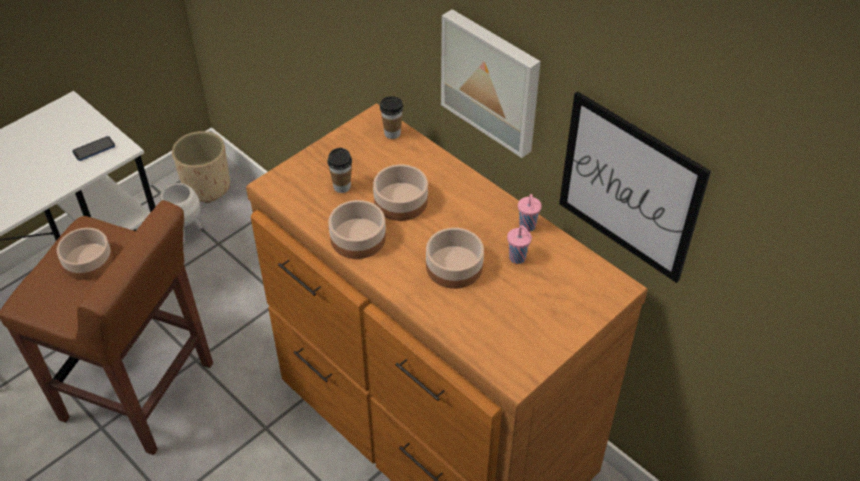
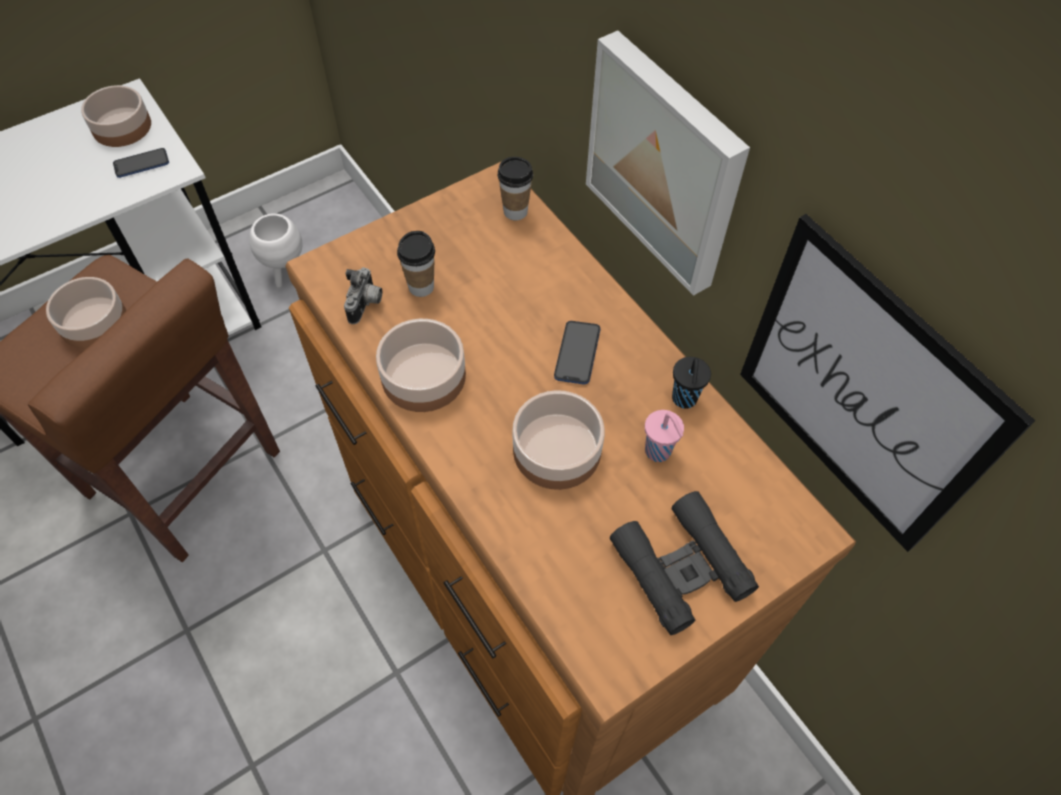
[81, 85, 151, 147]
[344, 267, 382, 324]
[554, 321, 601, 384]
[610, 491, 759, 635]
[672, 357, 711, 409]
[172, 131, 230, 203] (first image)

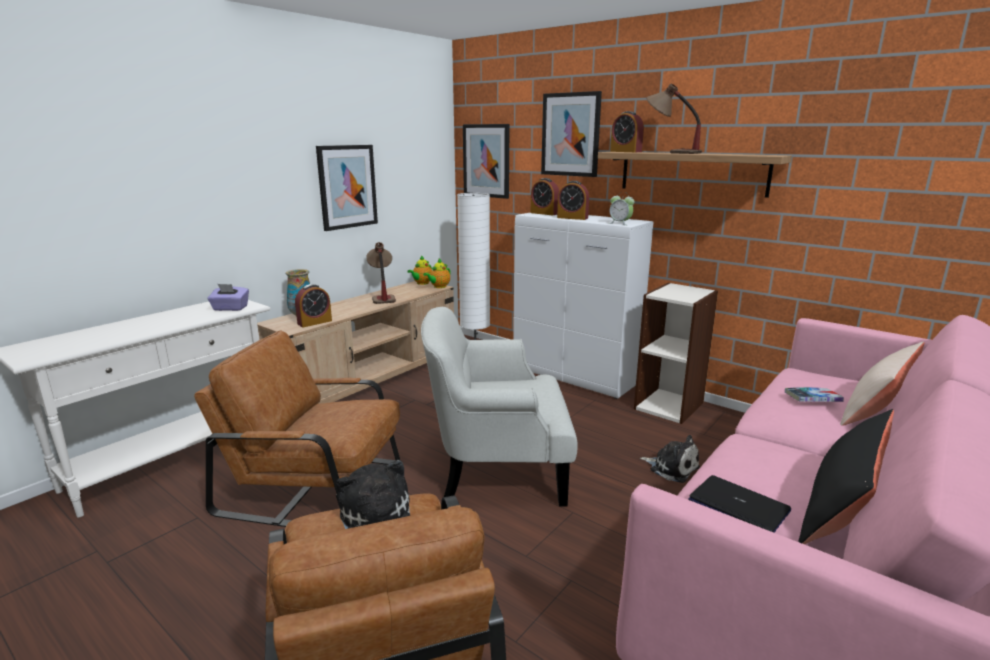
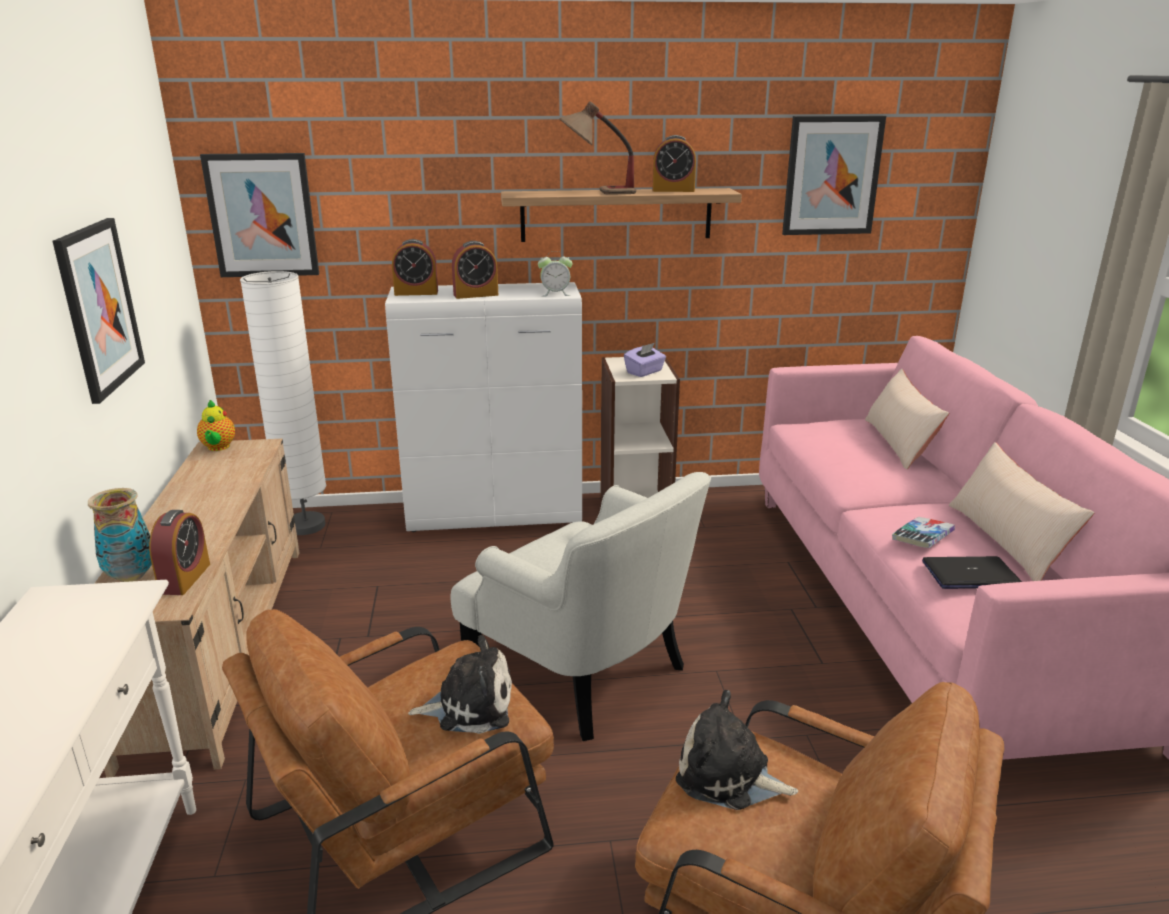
[408, 635, 512, 734]
[451, 472, 711, 741]
[624, 343, 666, 377]
[653, 135, 696, 192]
[782, 116, 886, 235]
[892, 517, 955, 548]
[949, 442, 1095, 581]
[366, 242, 396, 304] (first image)
[423, 259, 450, 288] (first image)

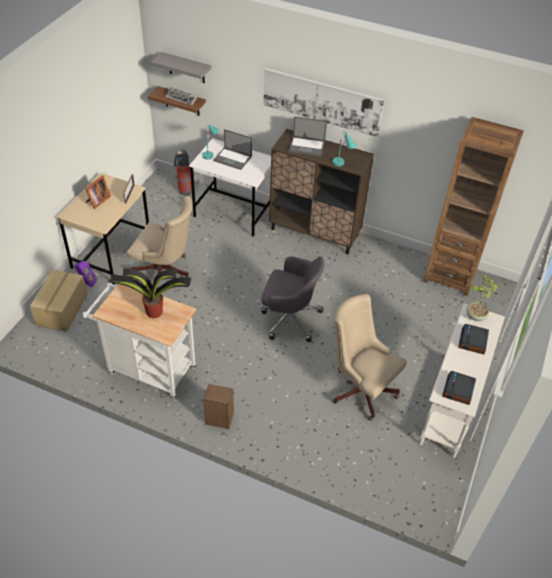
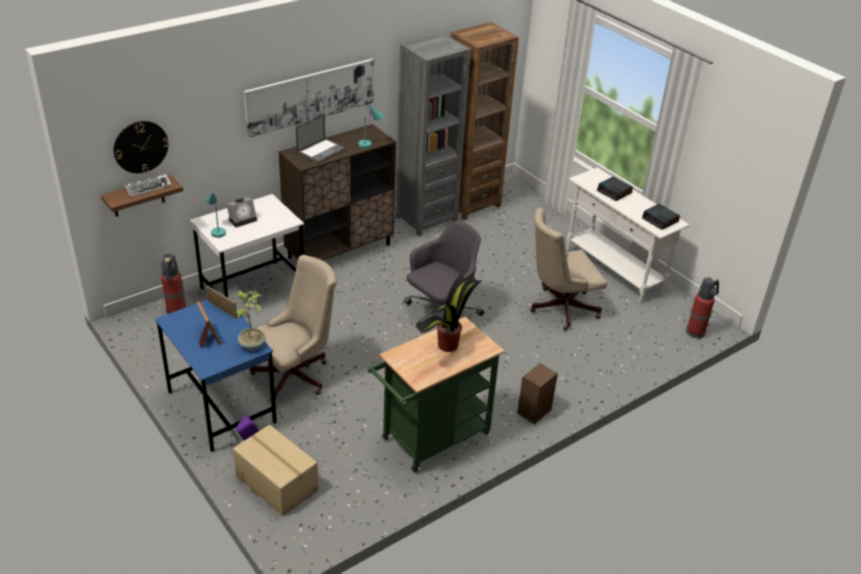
[114, 121, 169, 173]
[155, 294, 277, 452]
[227, 197, 257, 227]
[234, 290, 266, 351]
[368, 317, 504, 472]
[395, 33, 471, 236]
[686, 277, 719, 339]

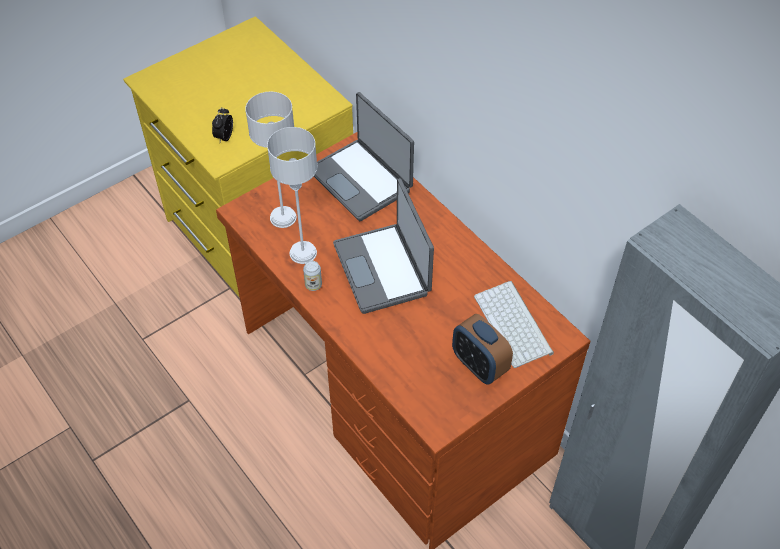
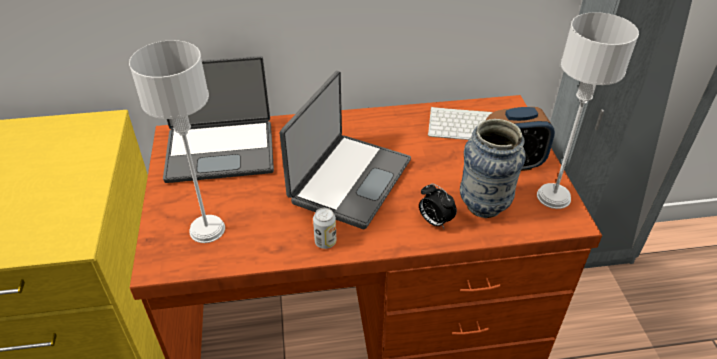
[280, 71, 411, 229]
[419, 183, 457, 228]
[460, 119, 526, 218]
[537, 12, 639, 209]

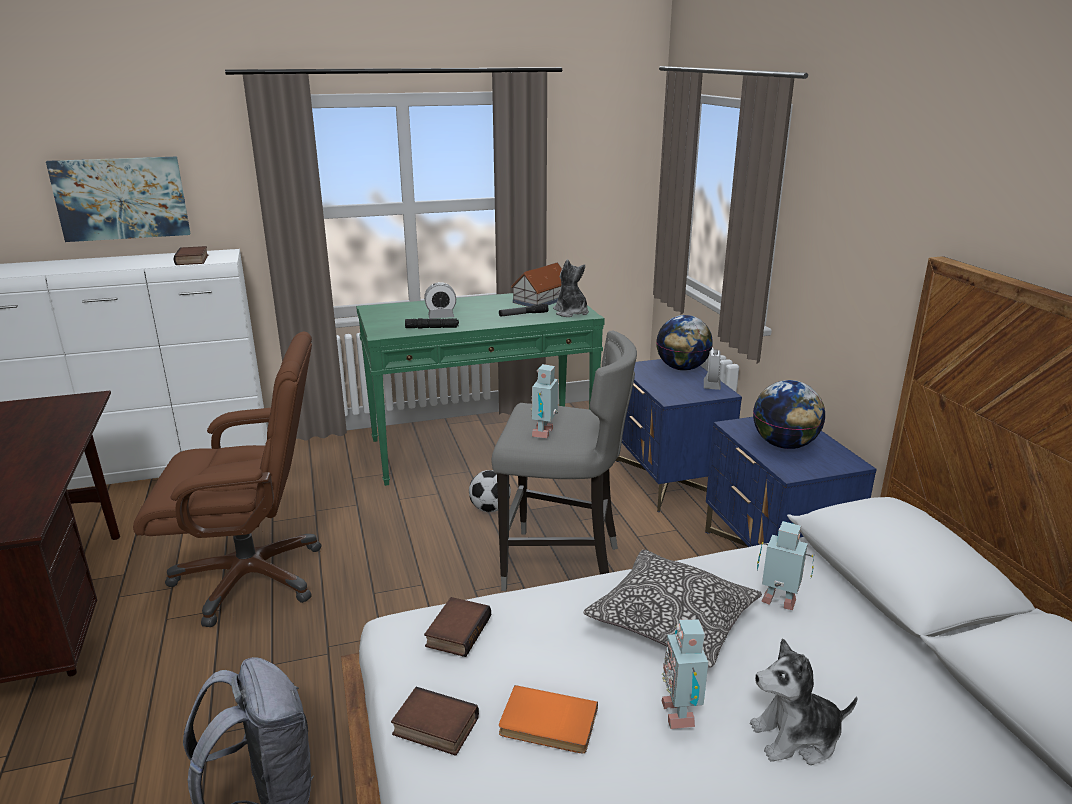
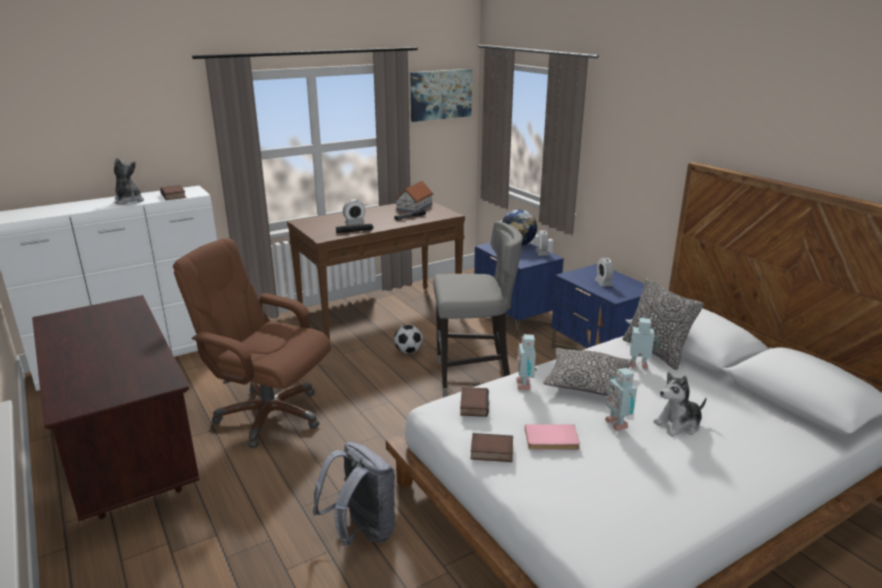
[114, 158, 144, 205]
[173, 238, 331, 448]
[287, 201, 465, 342]
[410, 69, 472, 122]
[516, 334, 537, 390]
[525, 424, 580, 450]
[595, 257, 613, 287]
[623, 278, 704, 370]

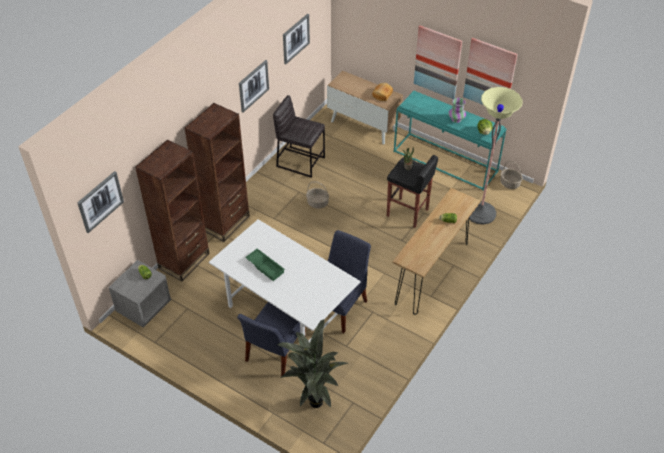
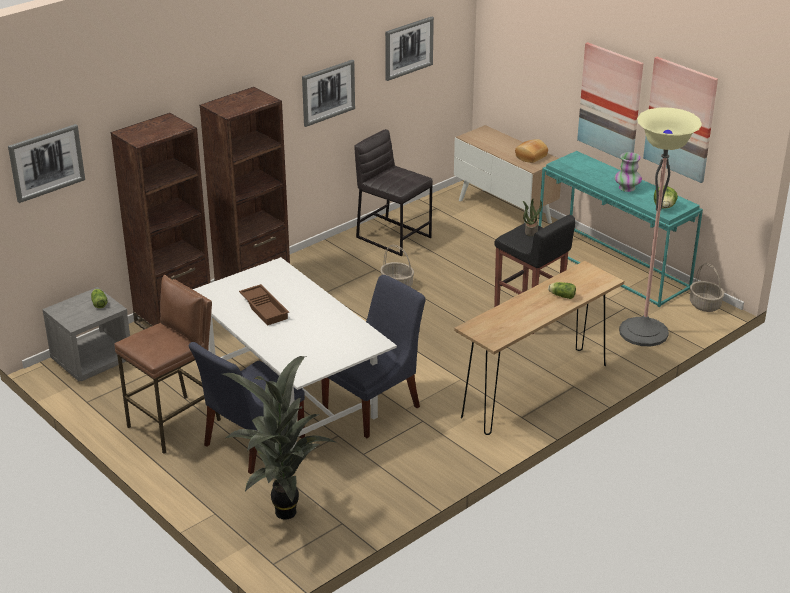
[115, 275, 221, 454]
[239, 284, 289, 326]

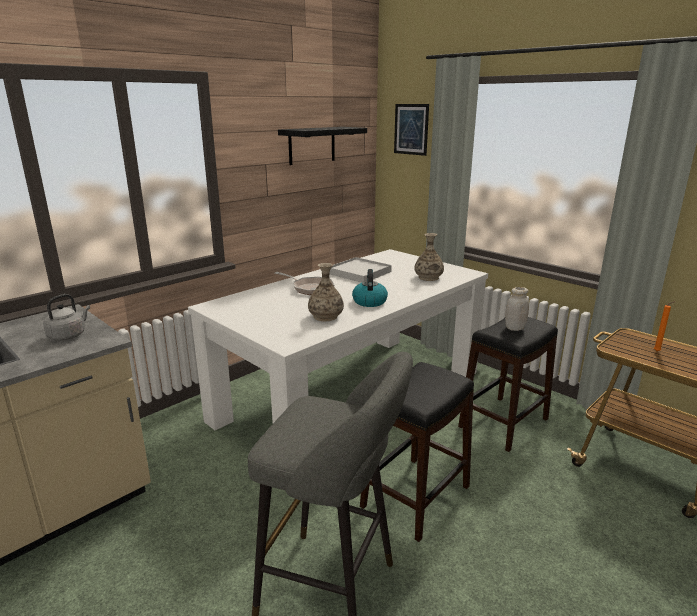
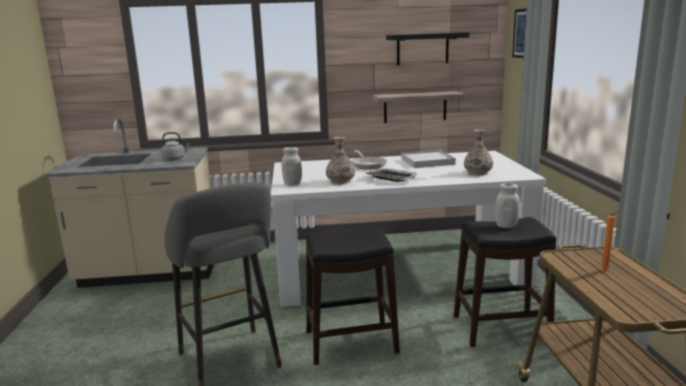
[282, 147, 302, 185]
[365, 169, 417, 182]
[373, 91, 465, 123]

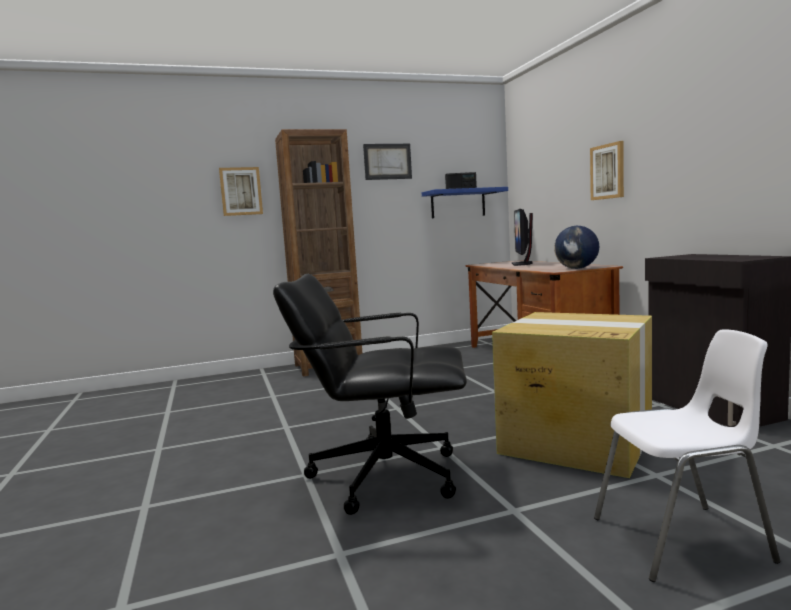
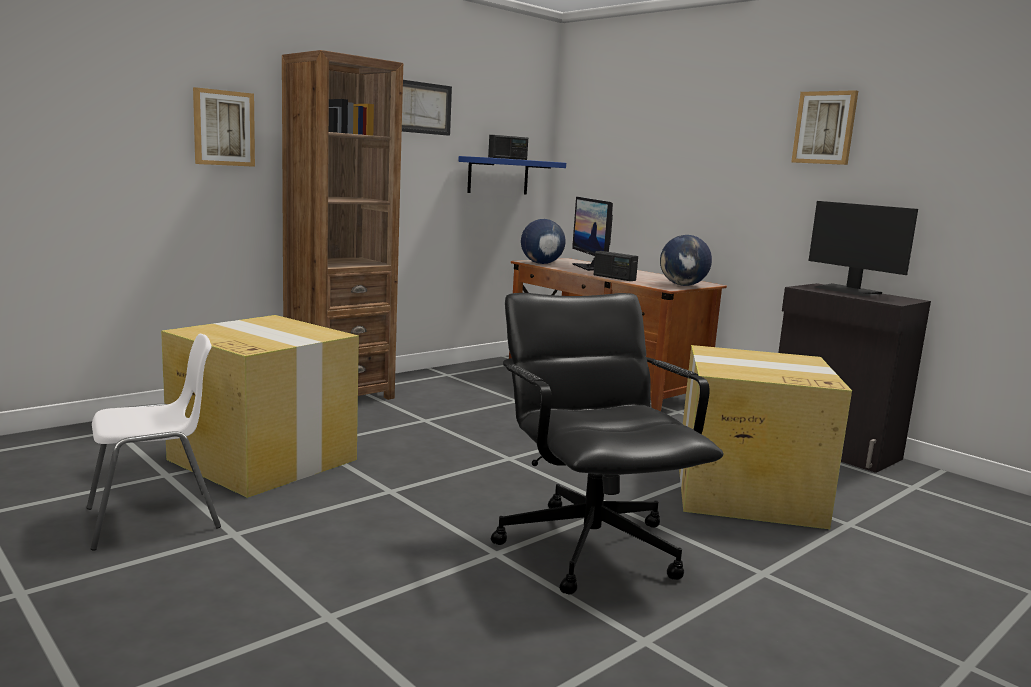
[87, 334, 221, 551]
[161, 315, 359, 498]
[491, 293, 724, 594]
[521, 219, 565, 264]
[594, 251, 638, 281]
[791, 90, 858, 165]
[809, 201, 918, 296]

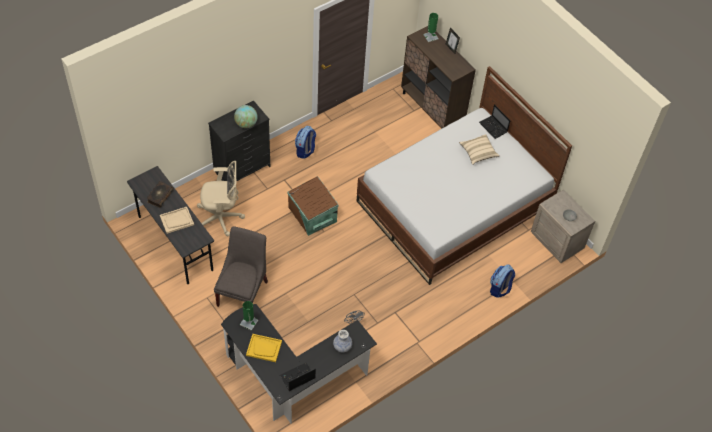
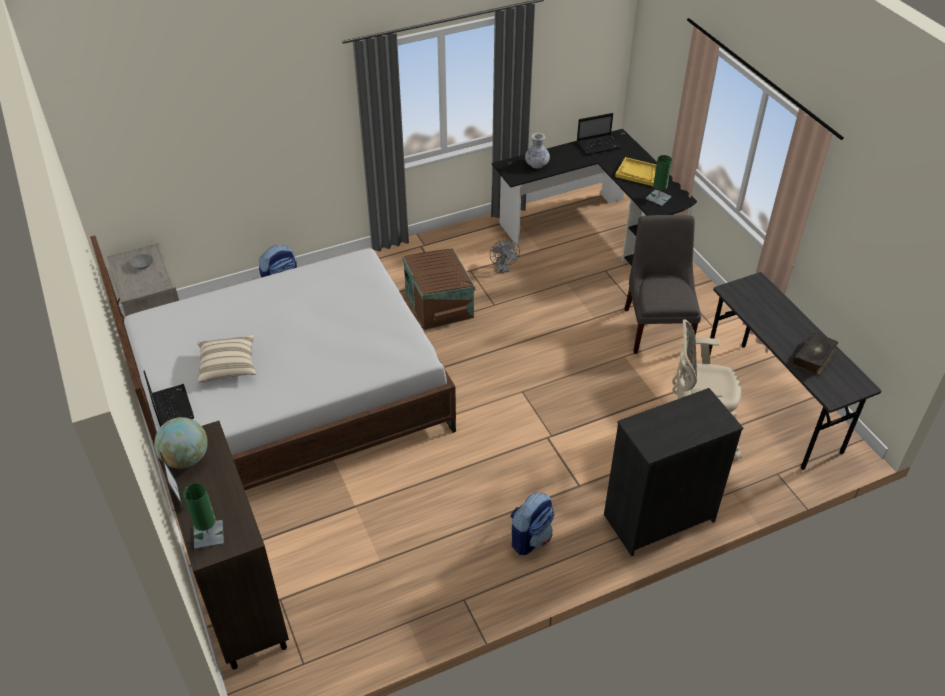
[154, 417, 208, 469]
[402, 248, 475, 330]
[624, 215, 701, 354]
[160, 207, 194, 234] (first image)

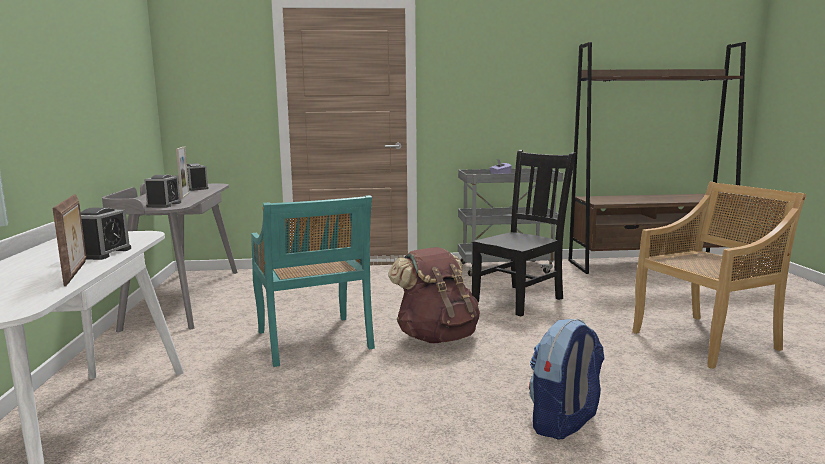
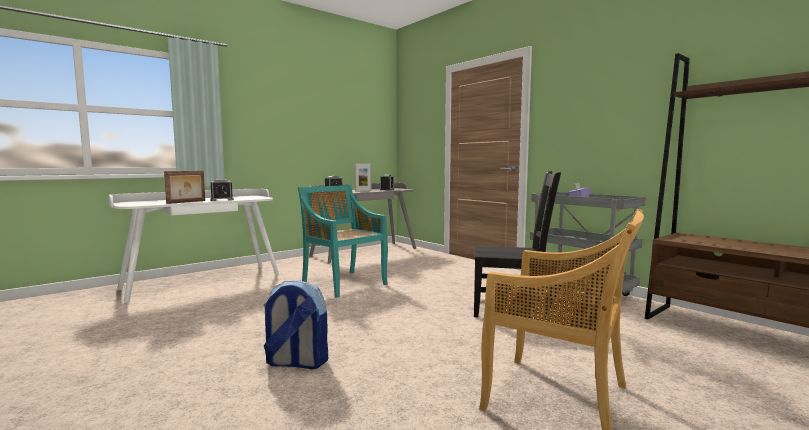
[298, 185, 388, 298]
[388, 247, 480, 343] (first image)

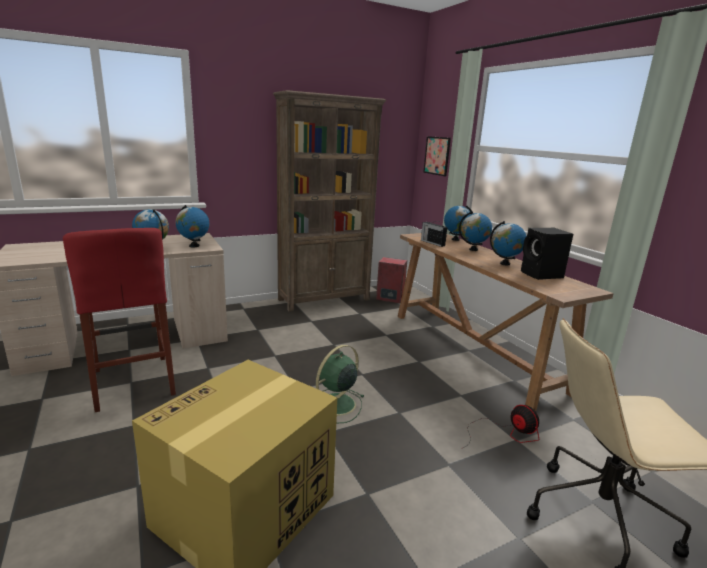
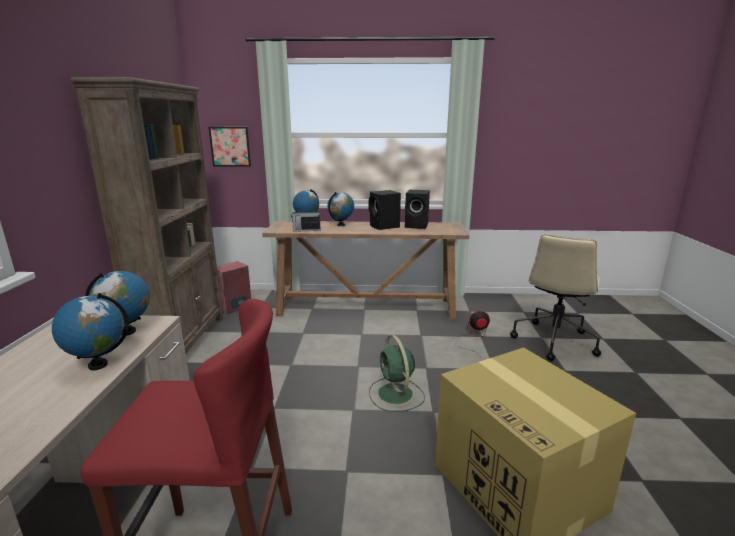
[368, 190, 401, 230]

